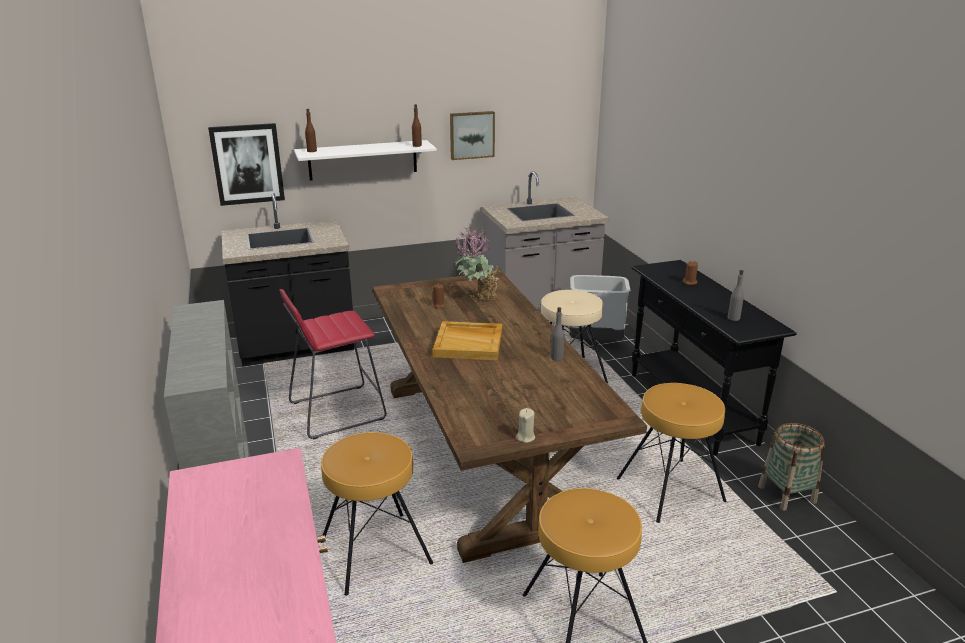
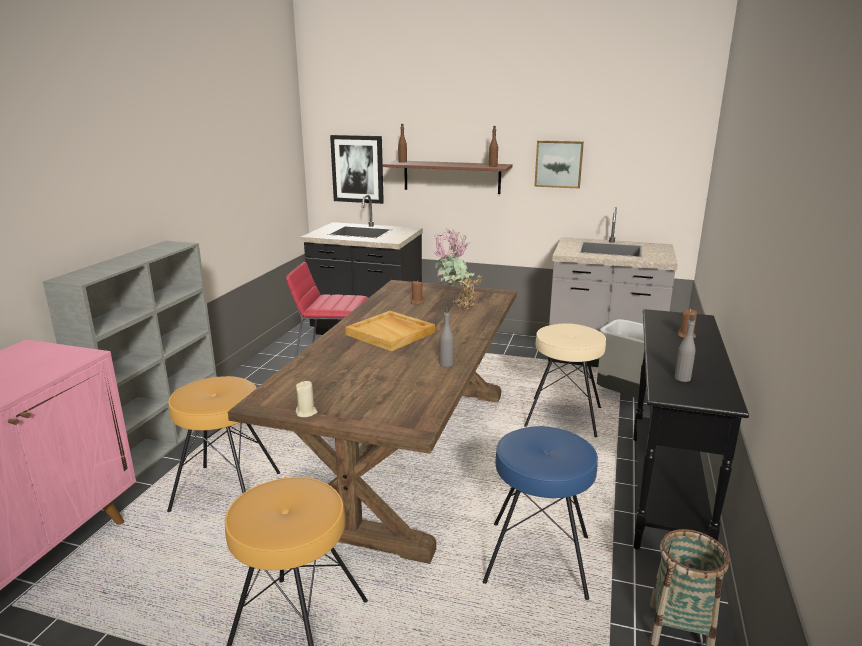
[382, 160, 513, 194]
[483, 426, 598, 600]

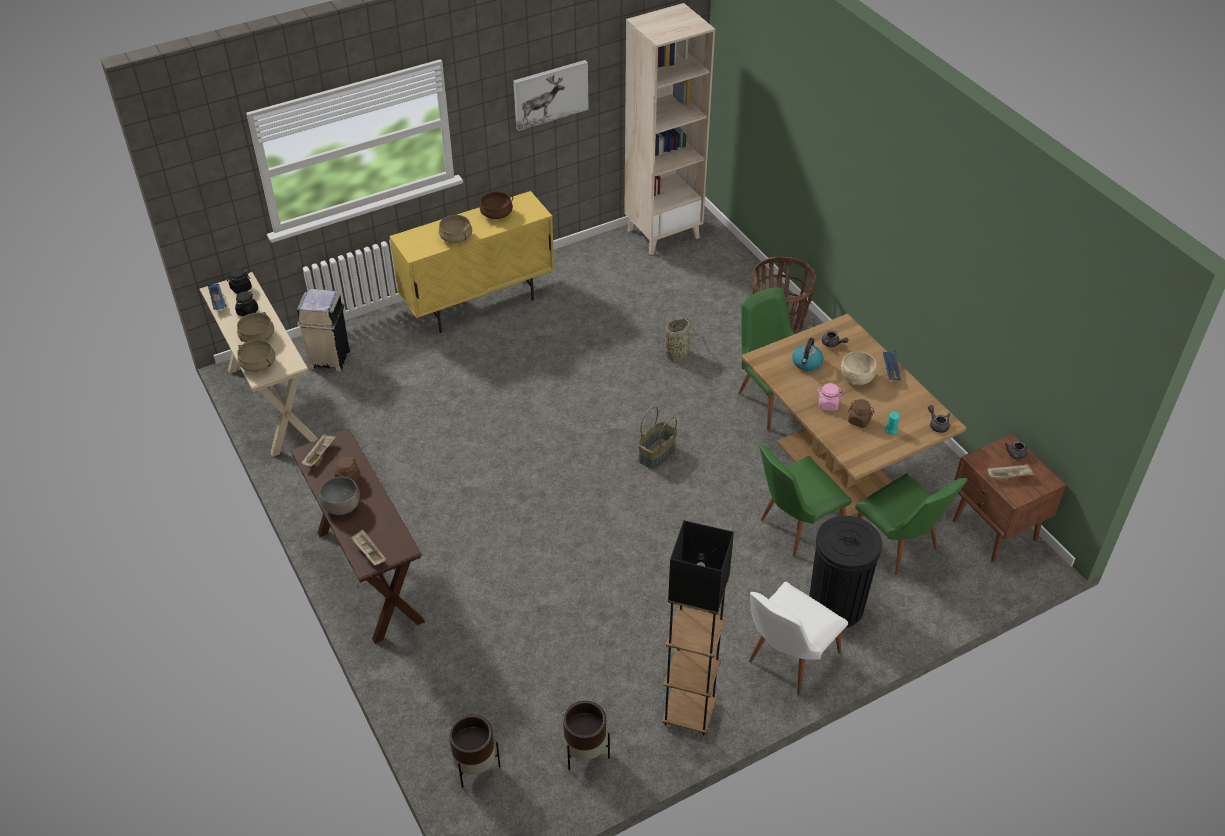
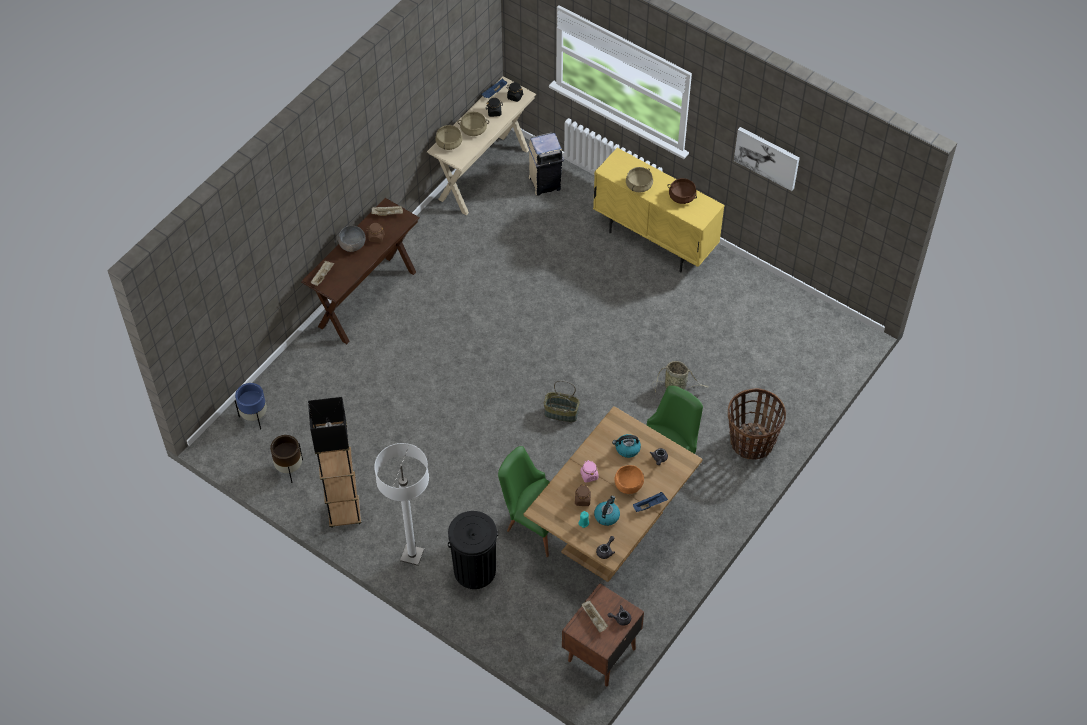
[235, 383, 267, 430]
[374, 443, 429, 566]
[594, 496, 620, 526]
[615, 465, 644, 494]
[624, 3, 715, 255] (first image)
[855, 473, 968, 575] (first image)

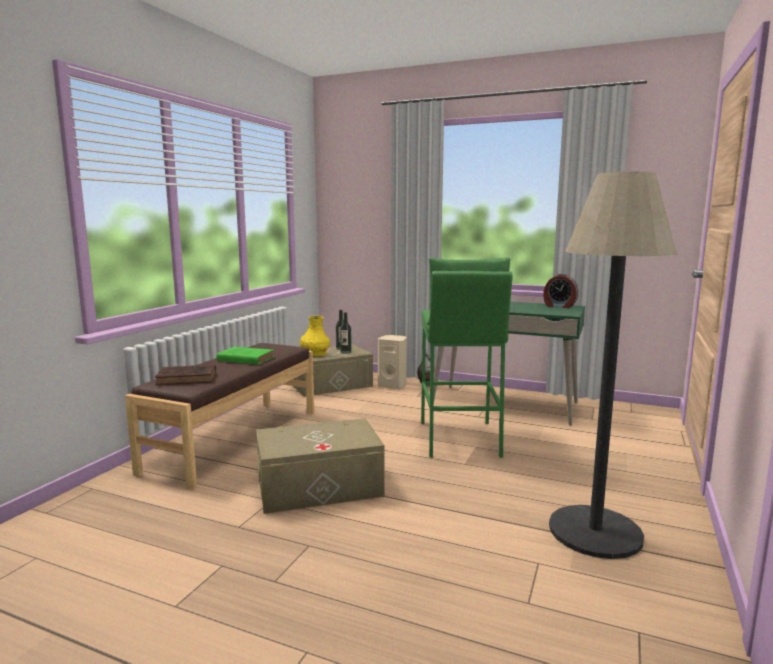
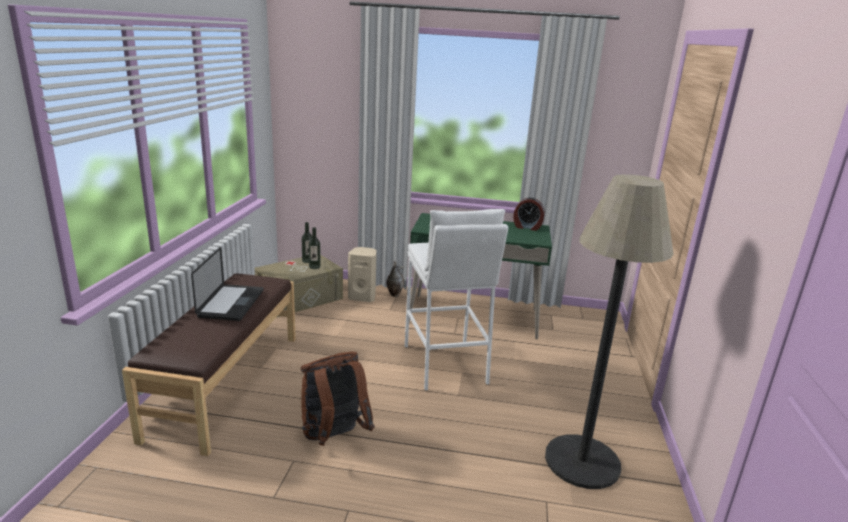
[191, 247, 264, 321]
[301, 352, 375, 446]
[405, 209, 508, 391]
[155, 365, 216, 385] (first image)
[300, 316, 330, 357] (first image)

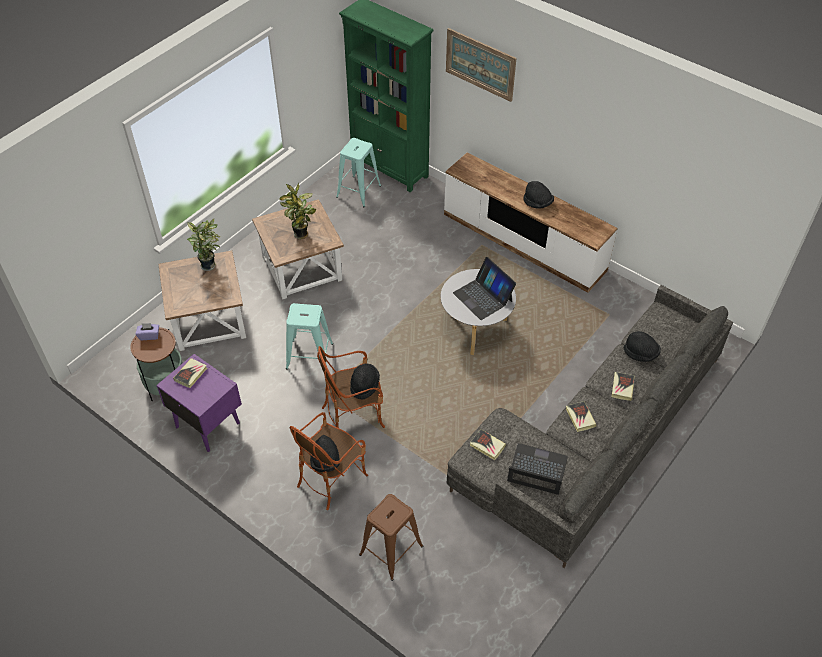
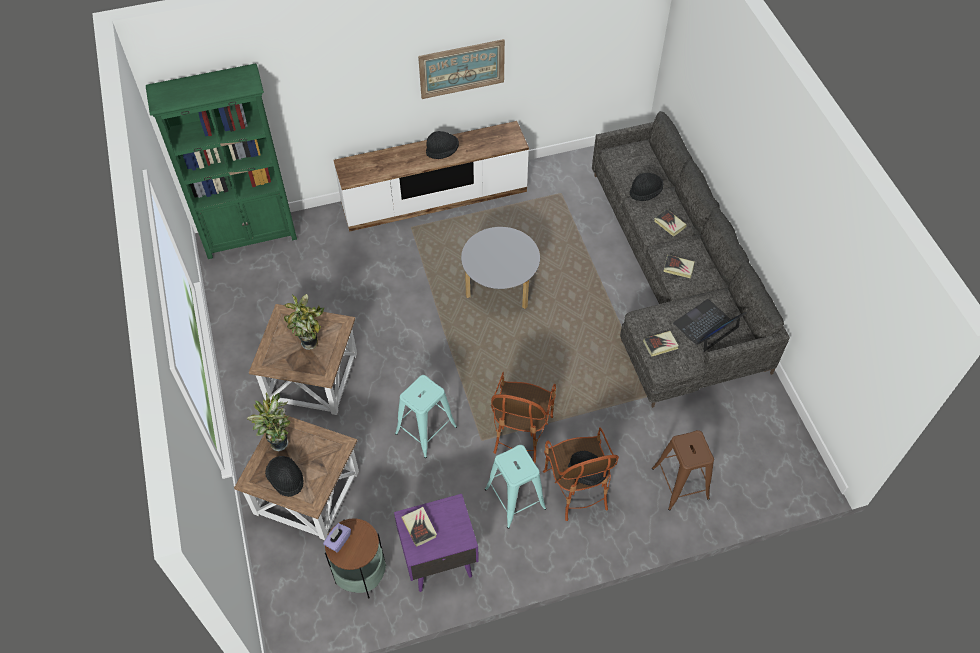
[265, 456, 304, 497]
[418, 39, 505, 99]
[485, 445, 546, 529]
[453, 257, 516, 320] (first image)

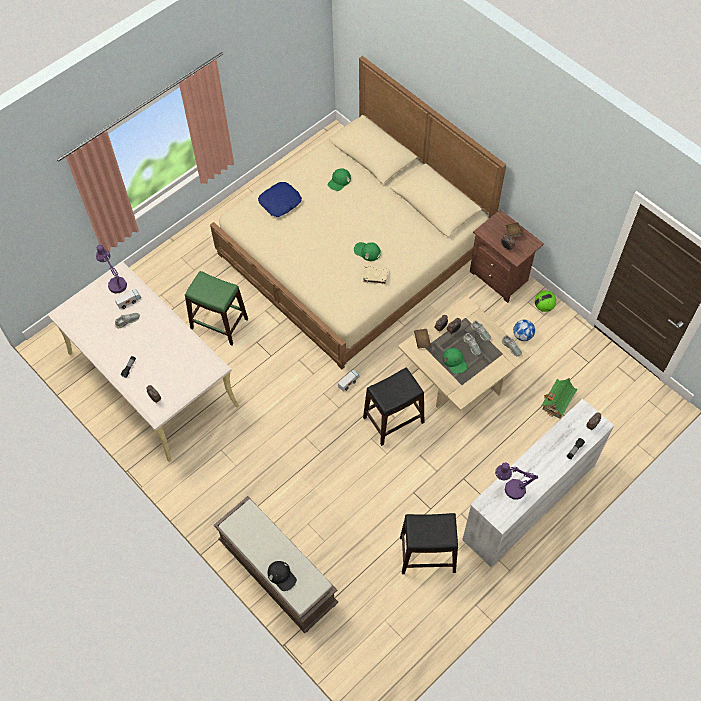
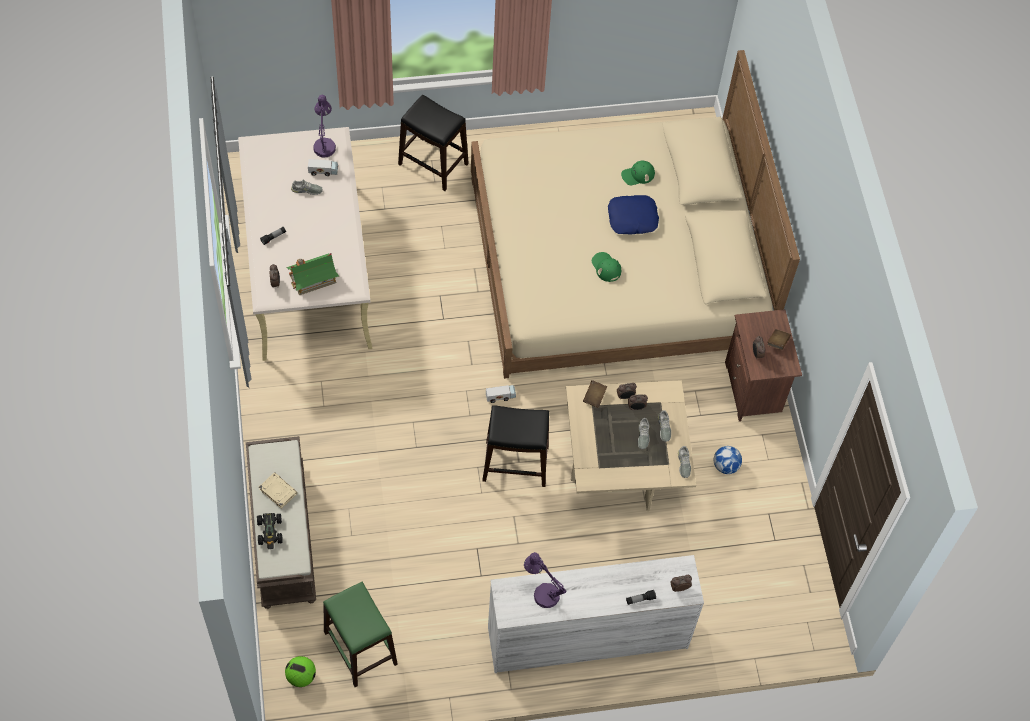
[257, 513, 283, 549]
[259, 472, 298, 509]
[285, 656, 316, 687]
[286, 253, 339, 295]
[323, 582, 398, 687]
[398, 95, 469, 191]
[608, 195, 659, 234]
[443, 348, 468, 374] (first image)

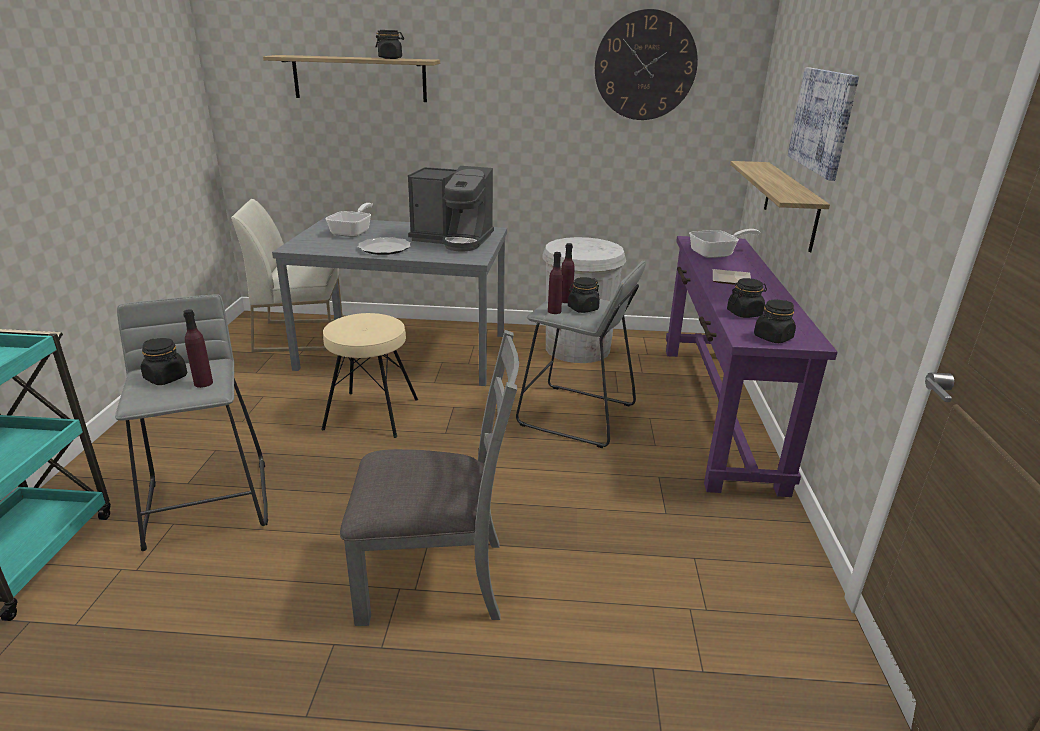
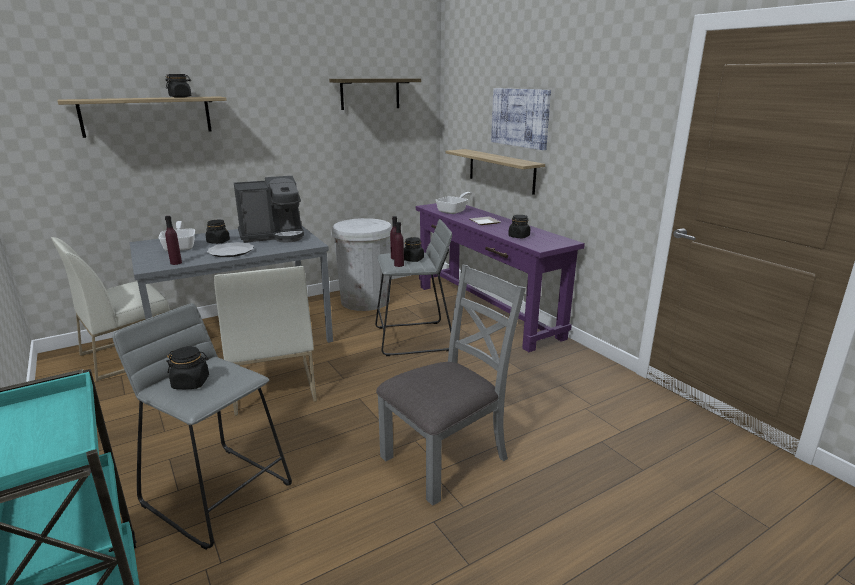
[165, 216, 182, 265]
[205, 220, 230, 244]
[214, 266, 317, 416]
[329, 78, 421, 110]

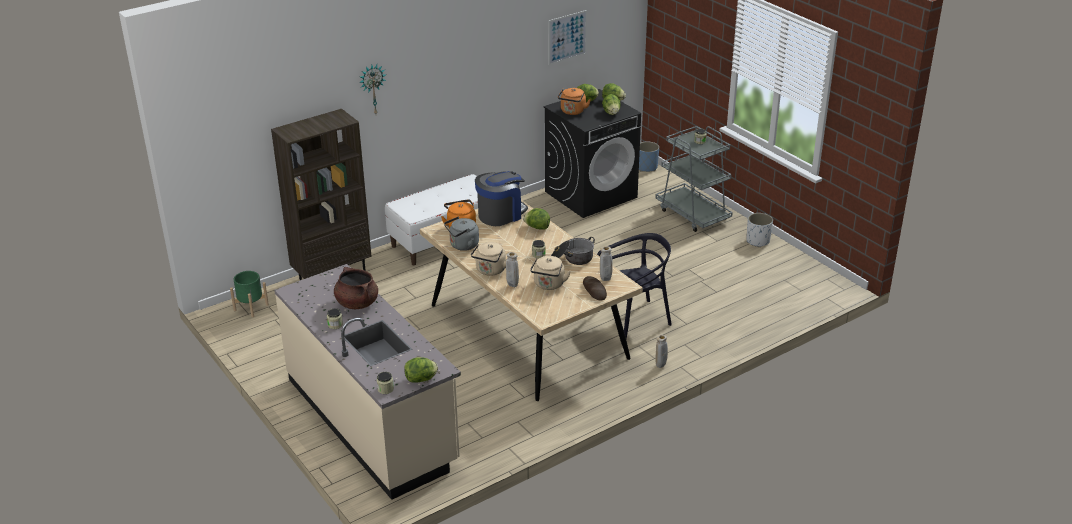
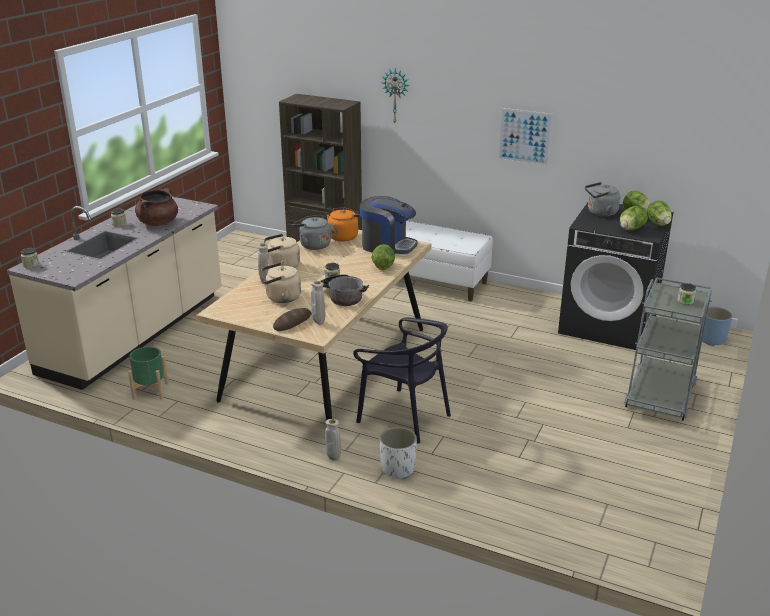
[128, 346, 168, 400]
[380, 427, 417, 479]
[497, 108, 553, 167]
[585, 182, 620, 217]
[404, 357, 438, 383] (first image)

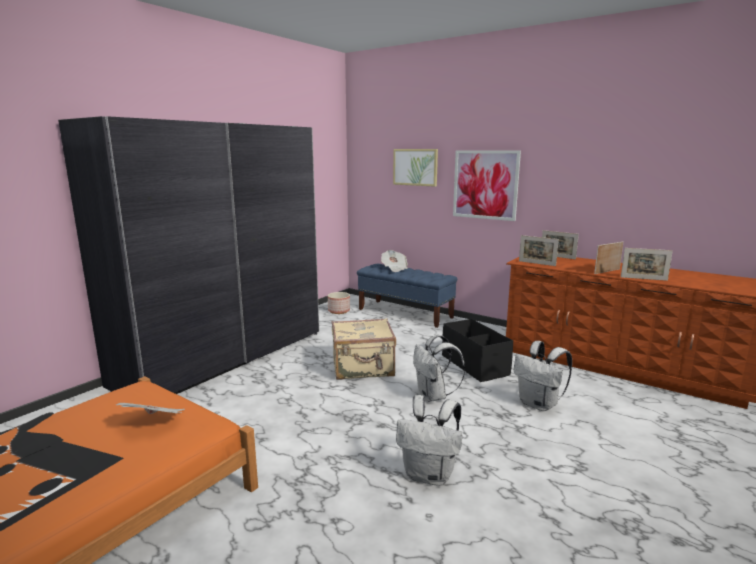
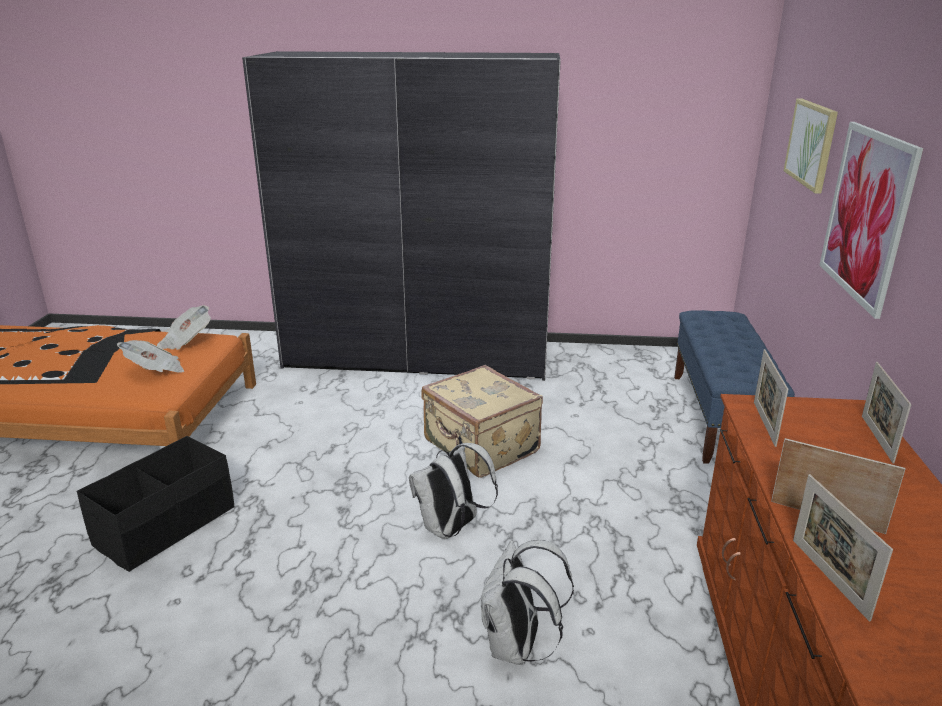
[76, 436, 235, 572]
[157, 305, 211, 350]
[328, 292, 350, 314] (first image)
[396, 395, 462, 486] (first image)

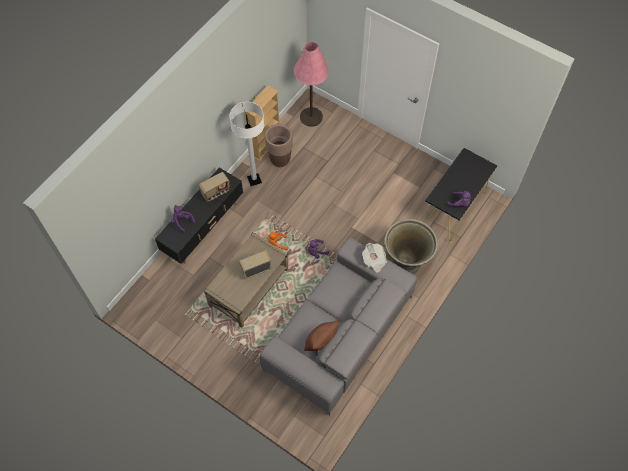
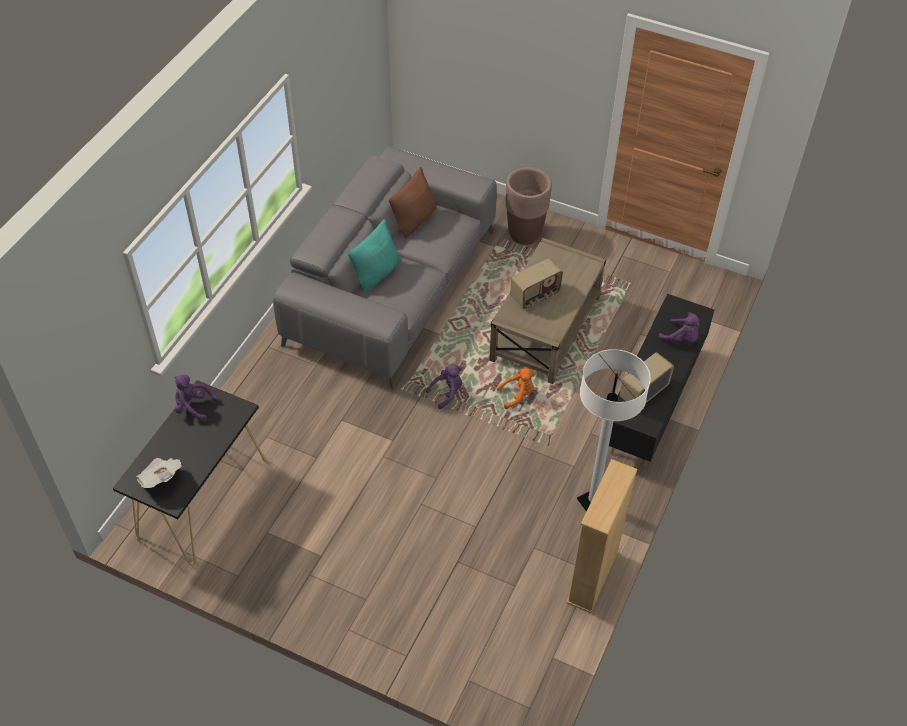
[136, 458, 181, 488]
[348, 219, 401, 293]
[505, 167, 552, 245]
[293, 42, 329, 127] (first image)
[385, 219, 438, 274] (first image)

